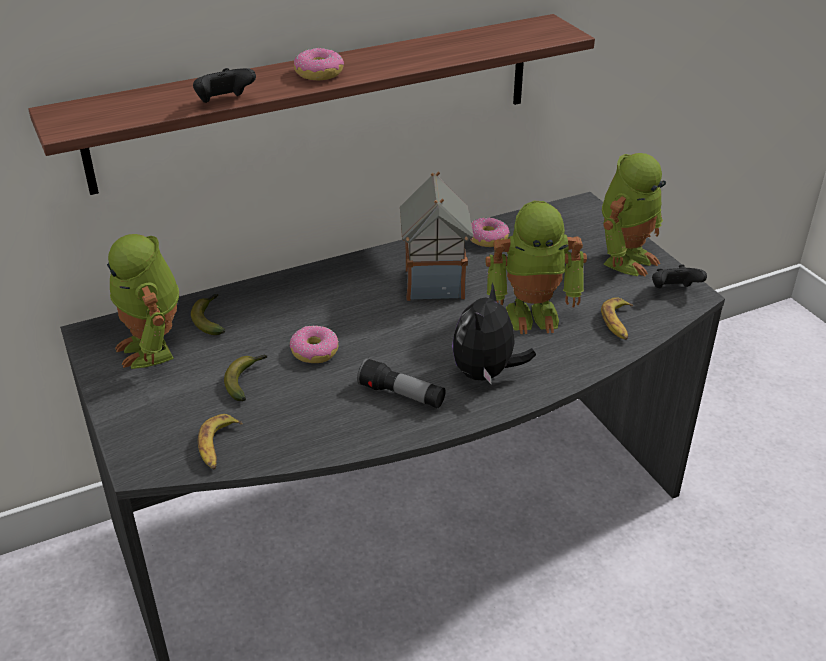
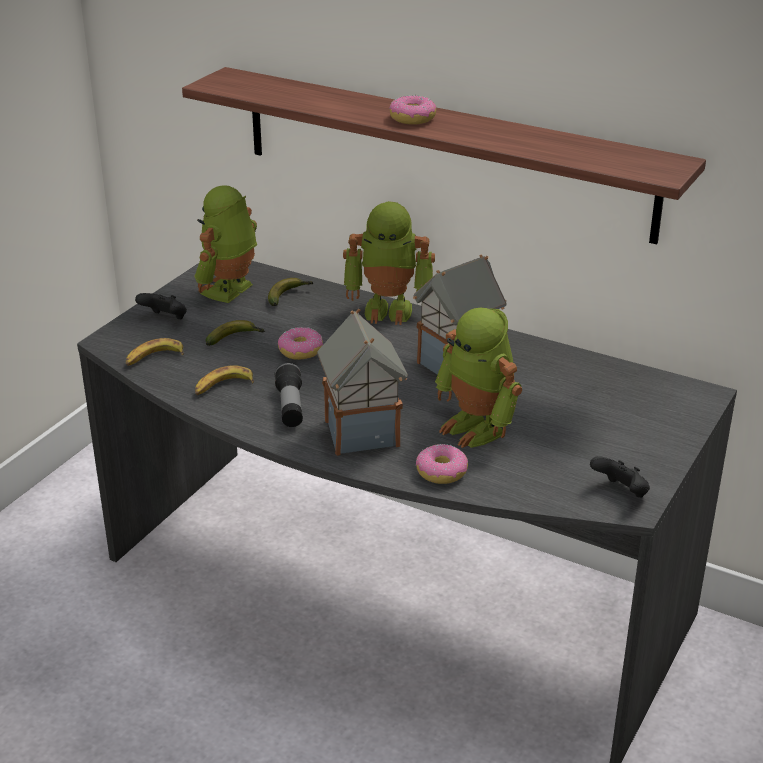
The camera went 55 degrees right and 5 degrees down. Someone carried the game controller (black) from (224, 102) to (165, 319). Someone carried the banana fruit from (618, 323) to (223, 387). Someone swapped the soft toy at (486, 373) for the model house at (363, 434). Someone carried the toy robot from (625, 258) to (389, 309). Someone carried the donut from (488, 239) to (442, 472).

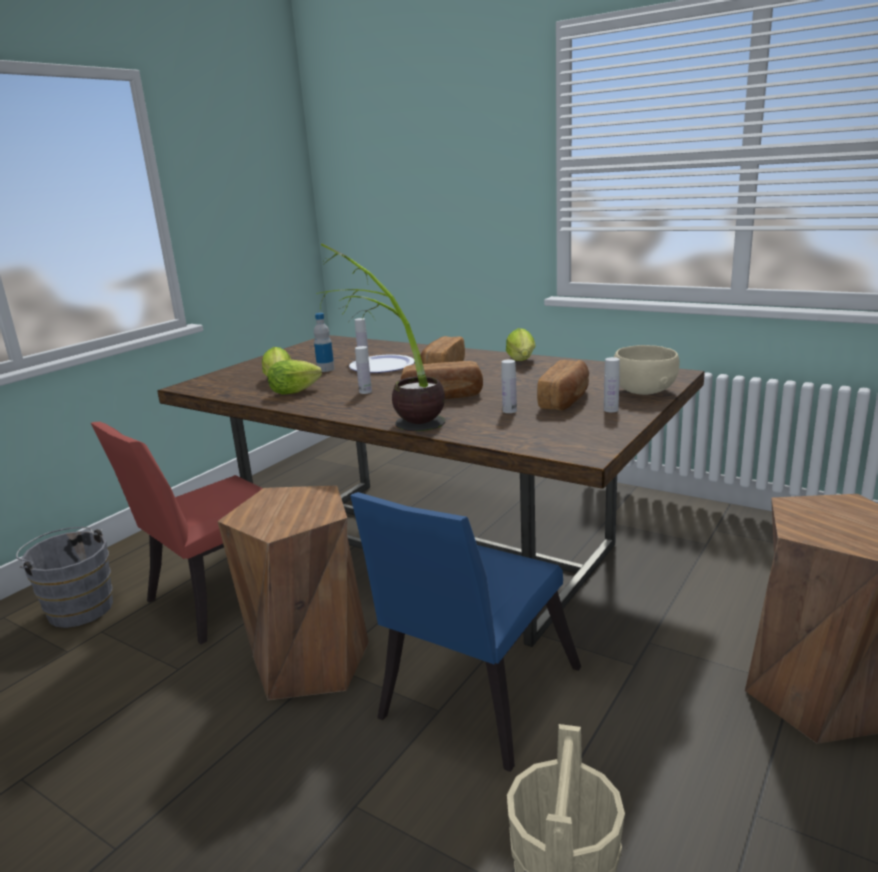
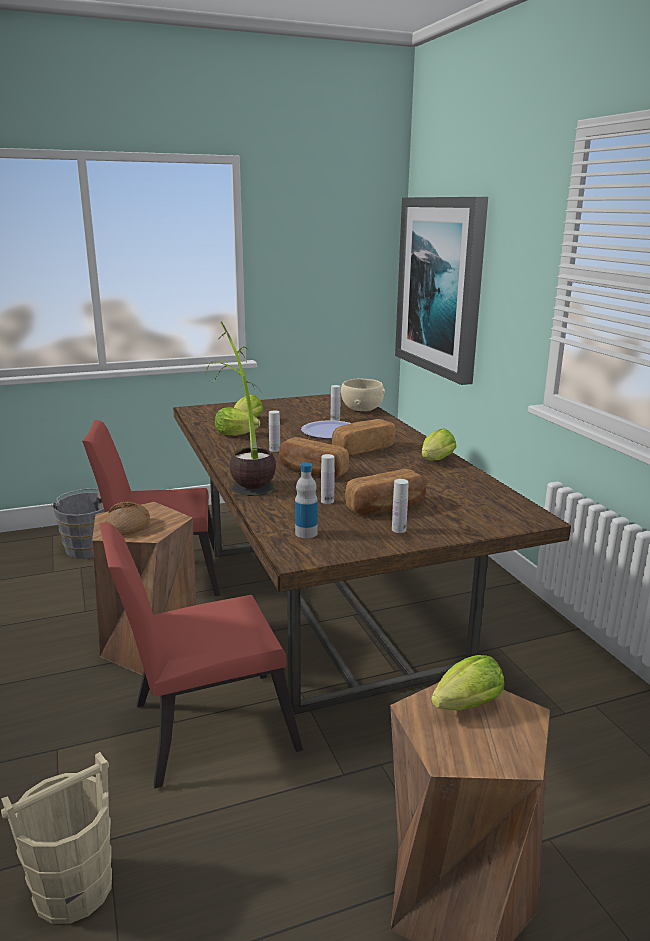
The camera went 35 degrees right and 0 degrees up. Someone repainted the plain chair (bluish) at (472, 699), which became the plain chair (red) at (203, 727). Someone put down the bakery bread at (128, 526). Someone carried the bottle from (326, 369) to (306, 533). Someone carried the bowl (beige) from (643, 391) to (361, 409). Someone put up the wall picture at (441, 286). Someone put down the head of lettuce at (463, 707).

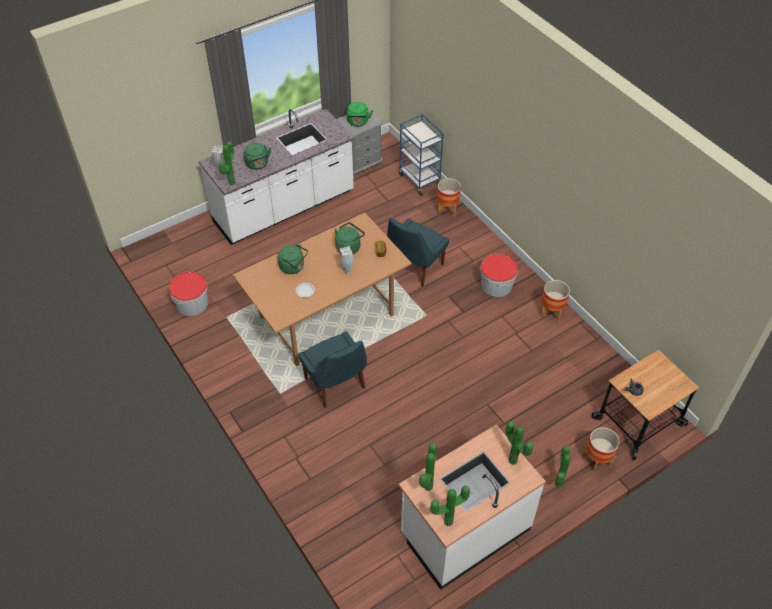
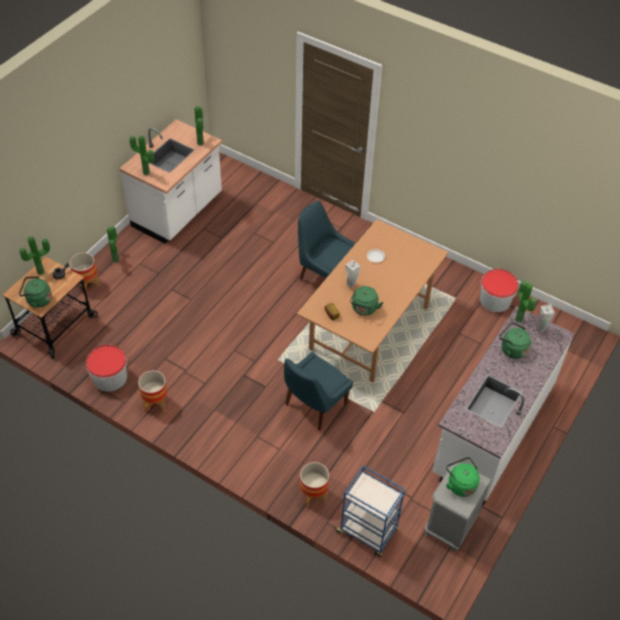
The camera went 155 degrees right and 0 degrees up. Someone carried the water kettle (green) from (293, 267) to (37, 300). Someone carried the plant in a pot from (447, 520) to (41, 272). Someone carried the pail from (496, 285) to (110, 377). Someone rotated the plain chair (bluish) at (414, 268) by 150 degrees counterclockwise.

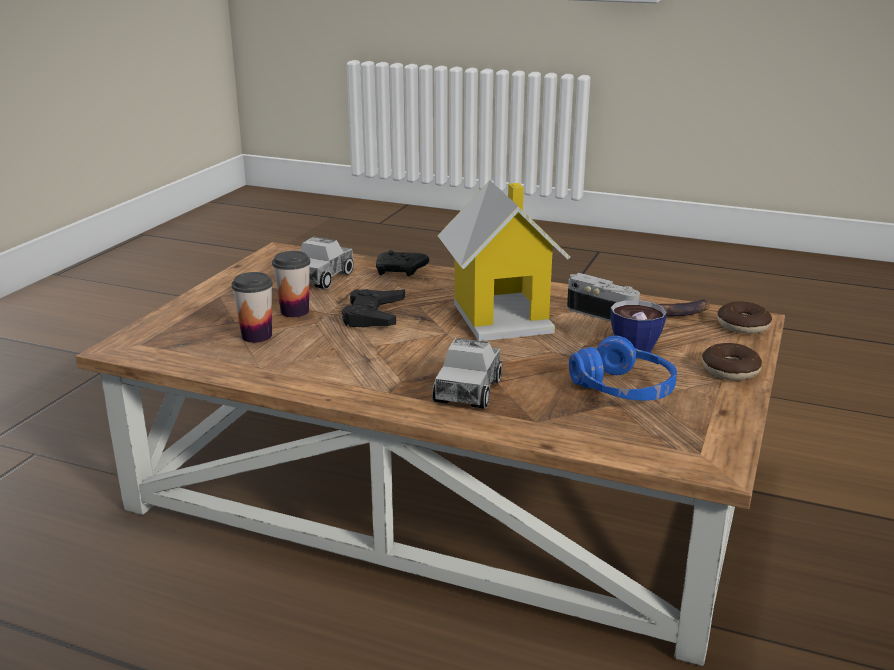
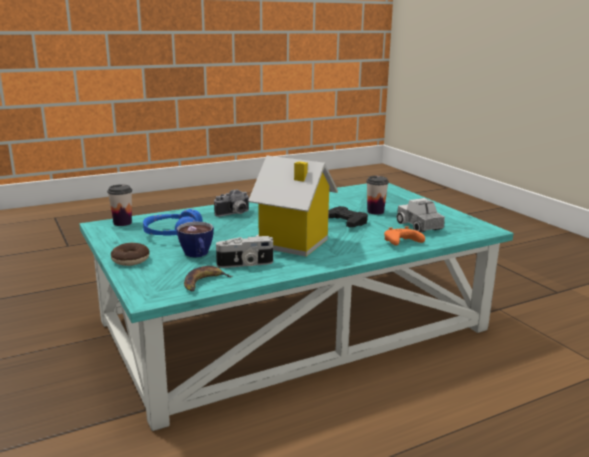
The camera went 130 degrees right and 5 degrees down. Someone repainted the lounge table (brown-coloured) at (442, 488), which became the lounge table (blue-green) at (294, 324). Someone carried the drinking cup from (257, 336) to (122, 223). Someone swapped the model truck at (468, 390) for the still camera at (234, 214). Someone repainted the game controller (black) at (401, 272), which became the game controller (orange) at (401, 243). Someone took away the donut at (742, 326).

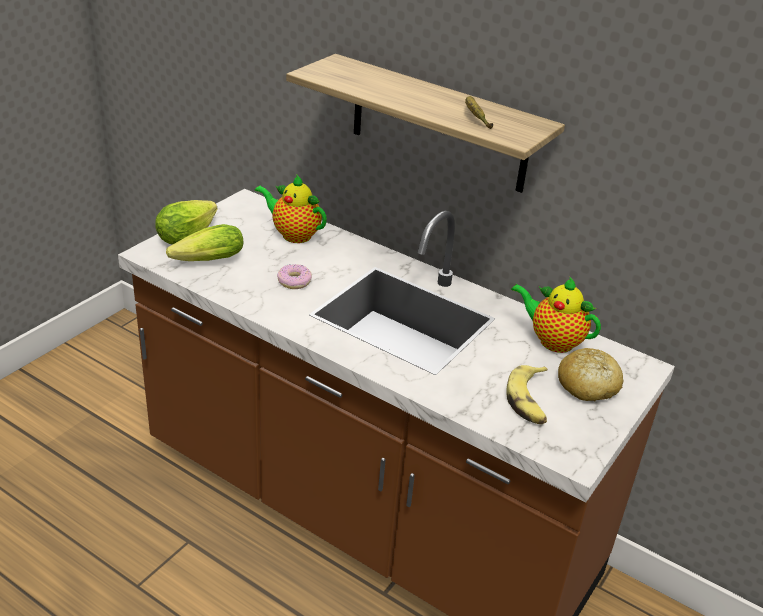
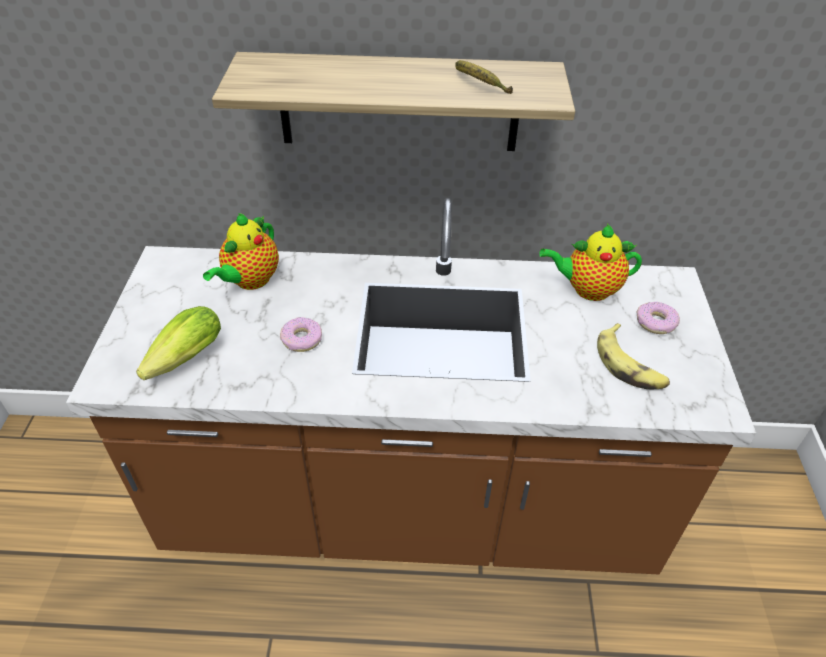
The camera went 30 degrees left and 10 degrees up. Someone rotated the pot for tea at (293, 234) by 60 degrees counterclockwise. Someone swapped the bakery bread at (587, 385) for the donut at (656, 323). Someone took away the head of lettuce at (190, 234).

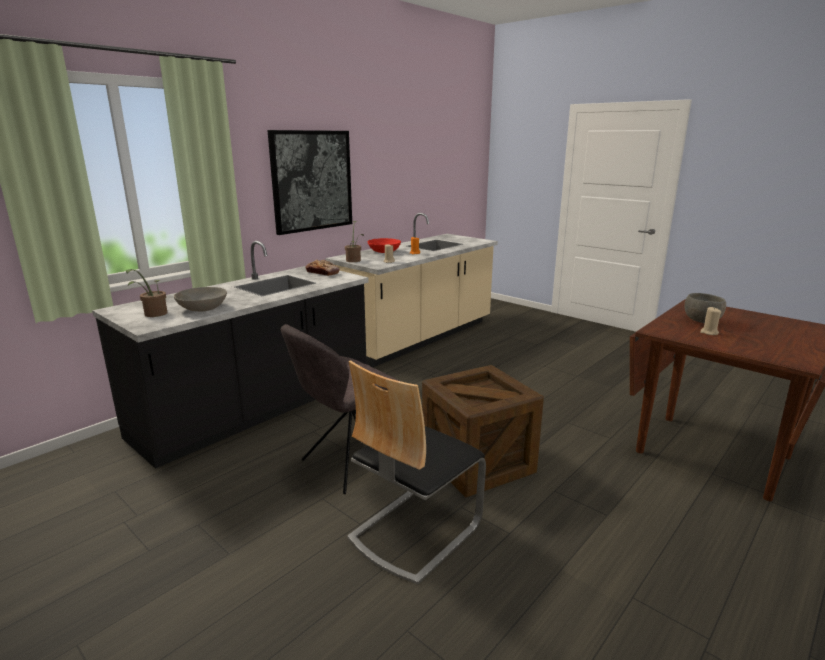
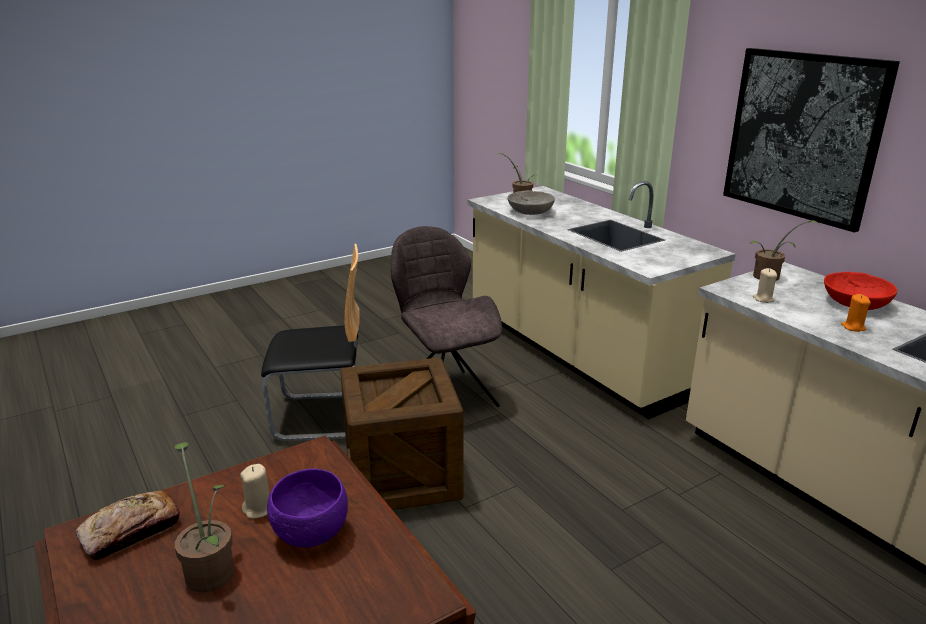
The camera went 105 degrees right and 5 degrees up. Someone carried the bakery bread from (322, 272) to (131, 532). Someone put down the plant in a pot at (210, 568). Someone rotated the plain chair at (414, 531) by 120 degrees clockwise. Someone repainted the bowl (gray) at (702, 321), which became the bowl (purple-coloured) at (310, 534). Someone repainted the kitchen base unit (black) at (257, 409), which became the kitchen base unit (beige) at (577, 352).

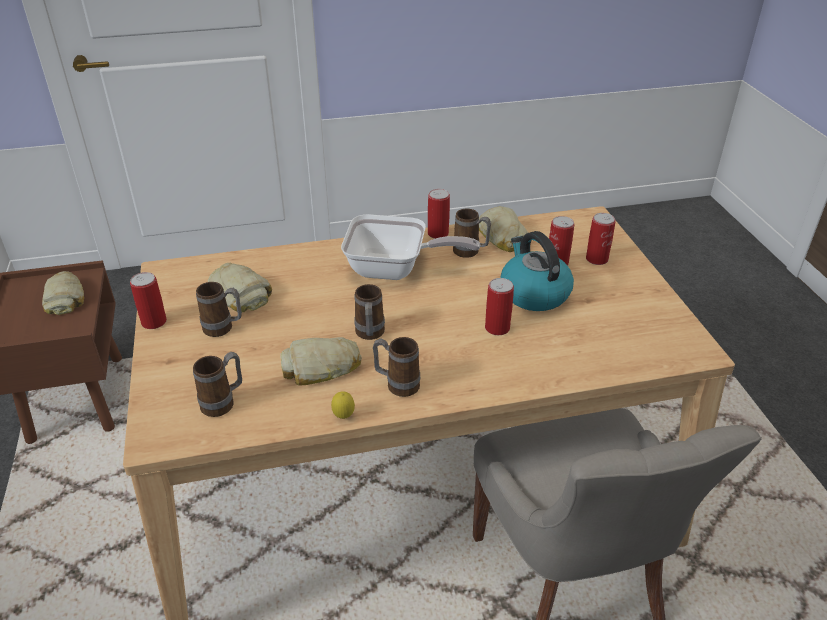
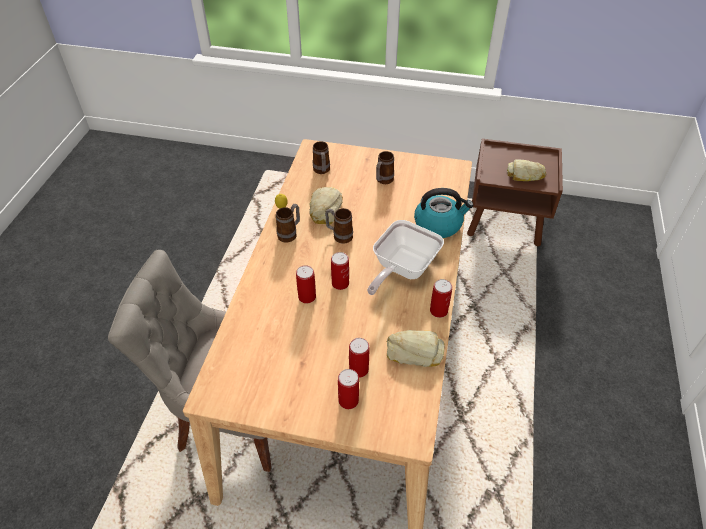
The camera went 115 degrees right and 10 degrees up. Someone carried the metal can from (154, 322) to (340, 283). Someone carried the water kettle from (533, 293) to (439, 224). Someone took away the bakery bread at (241, 293). Someone took away the tea mug at (470, 252).

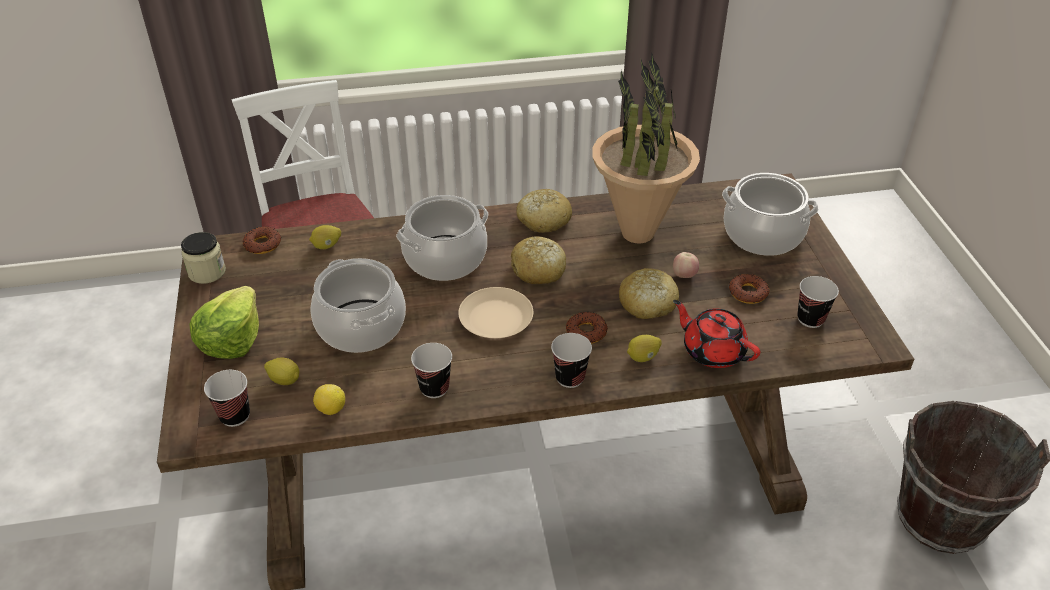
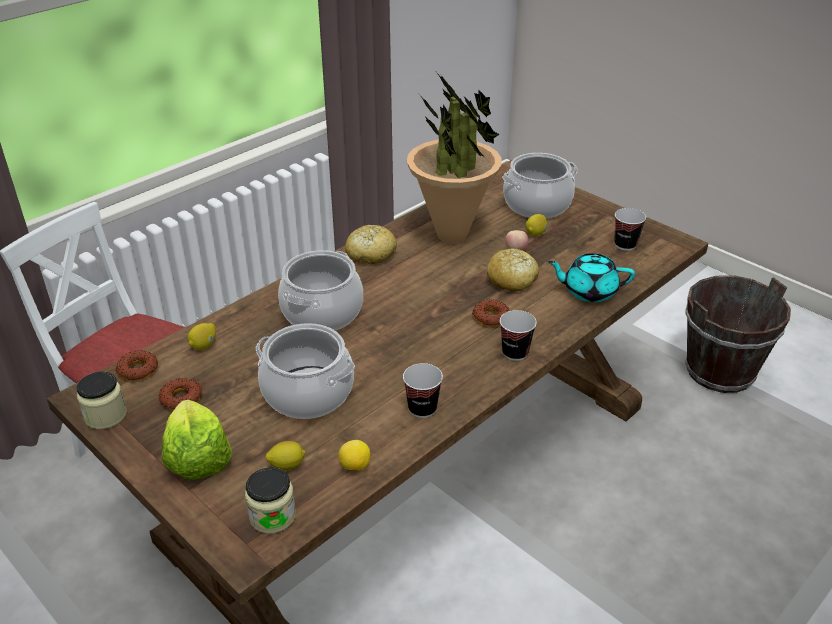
The camera went 35 degrees left and 5 degrees down. Someone carried the donut from (748, 293) to (181, 398). Someone swapped the drinking cup at (235, 416) for the jar at (272, 516). Someone carried the whole lemon from (643, 357) to (536, 233). Someone repainted the pot for tea (red) at (712, 351), which became the pot for tea (blue-green) at (589, 291). Someone took away the flat dish (beige) at (495, 319). Someone took away the bakery bread at (538, 270).

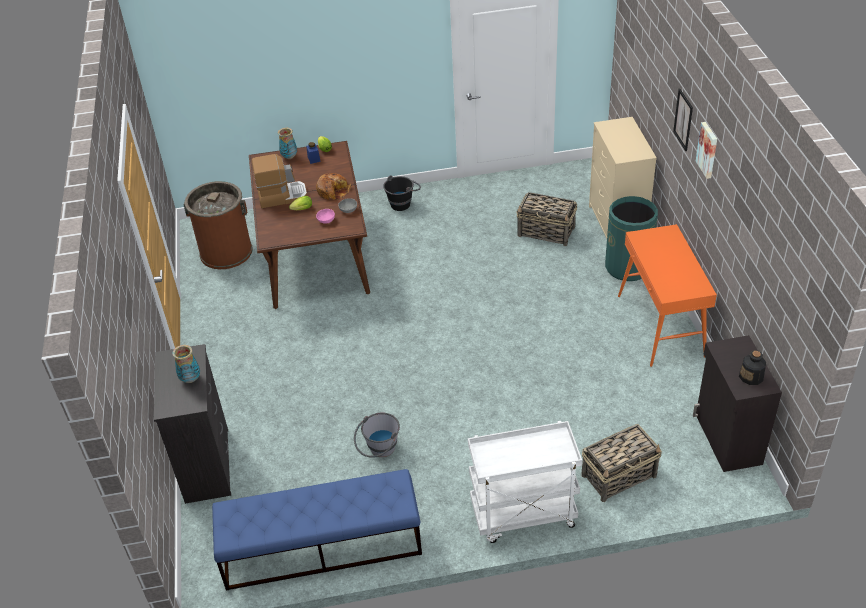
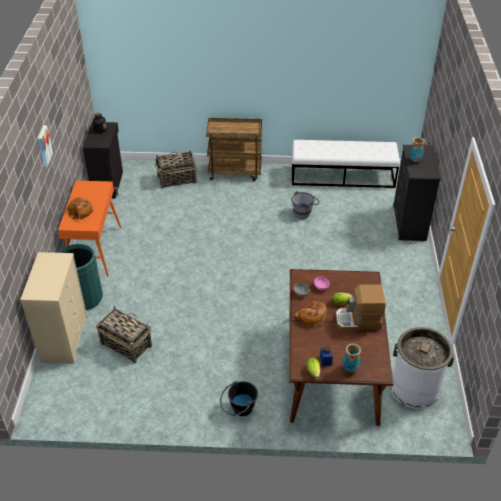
The camera went 170 degrees left and 0 degrees up. Someone put down the bakery bread at (80, 212). Someone repainted the trolley (whitish) at (523, 516), which became the trolley (brown-coloured) at (235, 172). Someone repainted the bench (bluish) at (321, 547), which became the bench (whitish) at (343, 177). Someone repainted the rubbish bin (brown-coloured) at (226, 252), which became the rubbish bin (whitish) at (415, 388). Someone took away the wall picture at (683, 120).

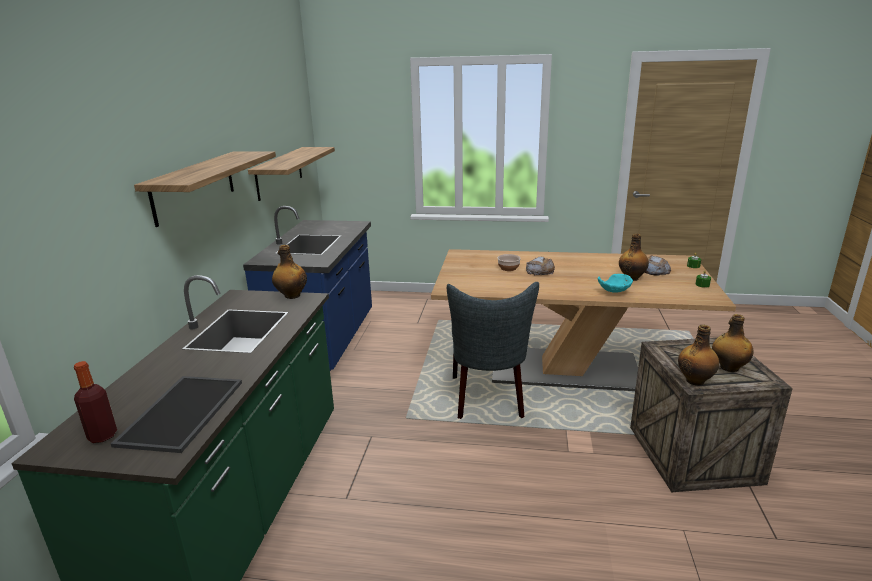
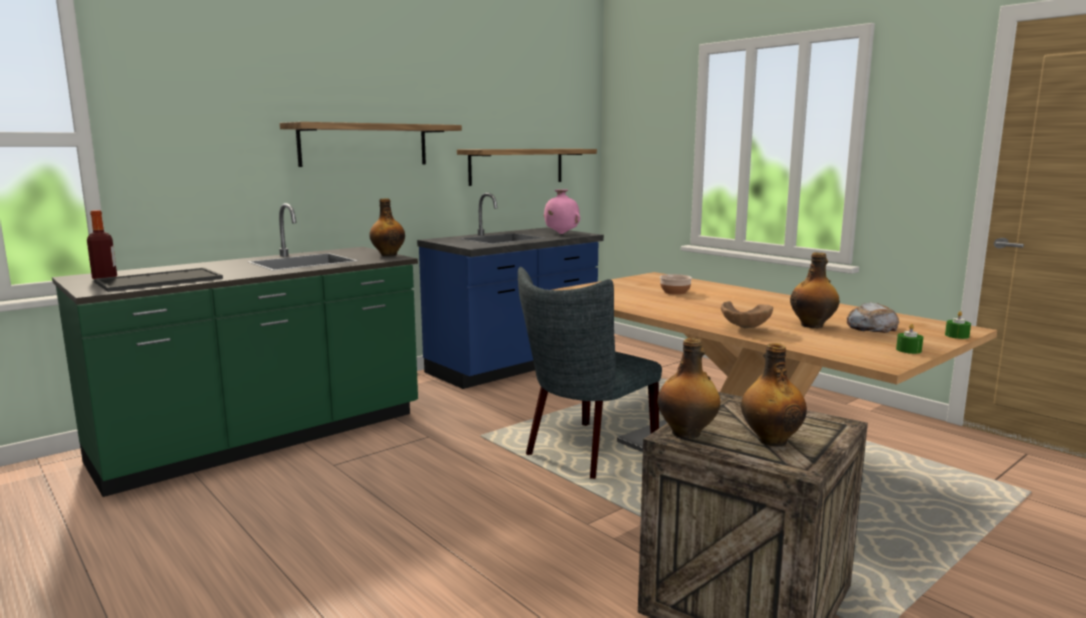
The camera went 40 degrees right and 10 degrees down. Someone put down the flower vase (pink-coloured) at (561, 234). Someone repainted the bowl (blue-green) at (614, 293), which became the bowl (brown-coloured) at (744, 329). Someone took away the bakery bread at (540, 271).

